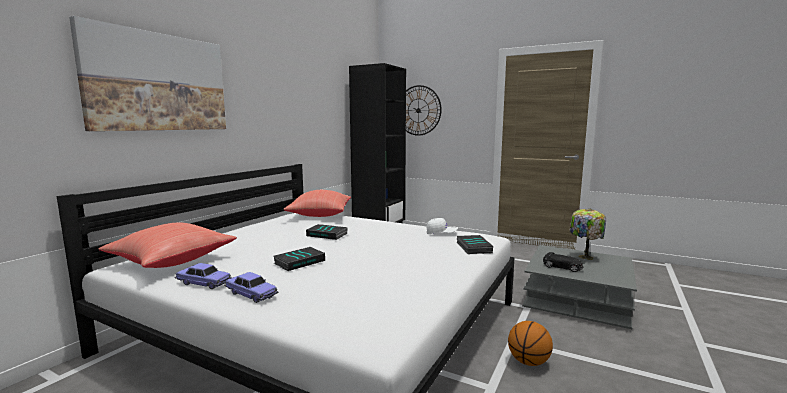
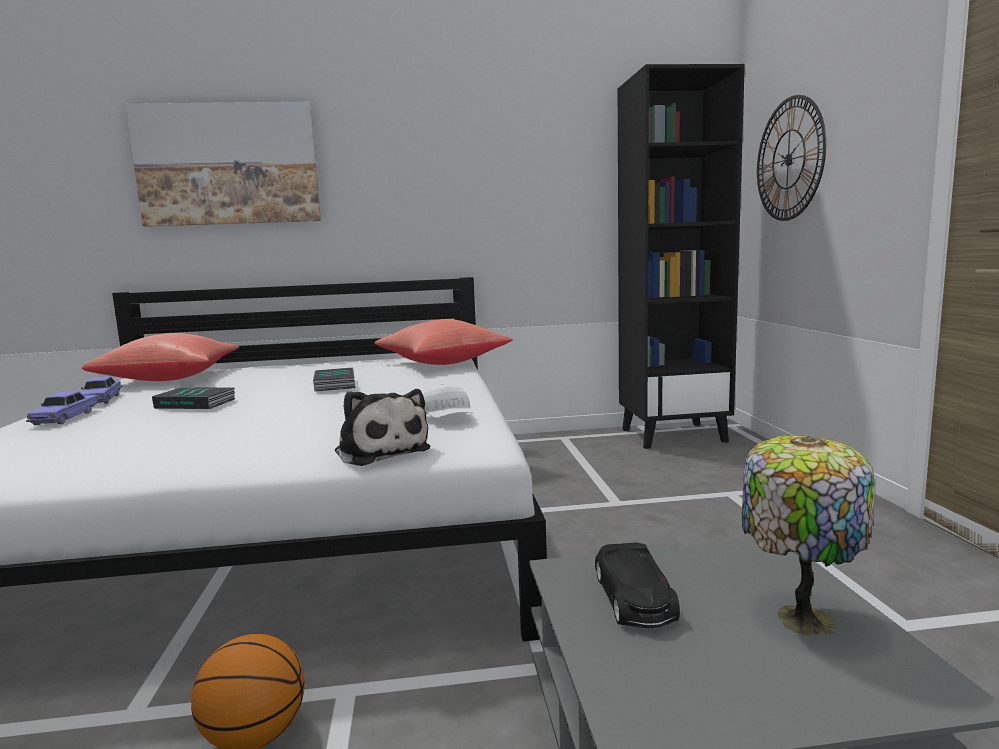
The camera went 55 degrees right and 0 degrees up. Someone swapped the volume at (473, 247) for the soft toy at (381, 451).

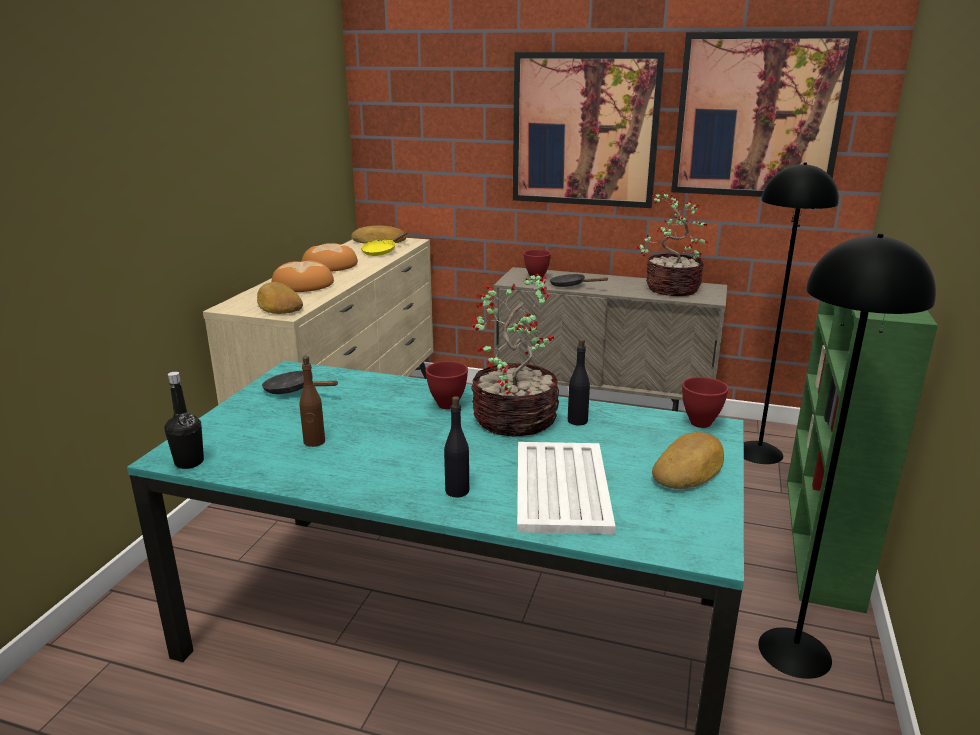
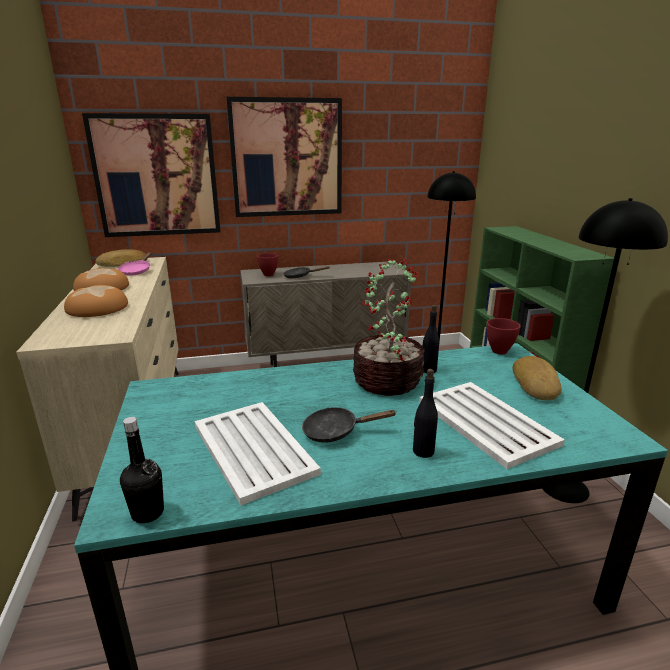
The camera went 30 degrees left and 0 degrees up. Someone carried the wall picture from (758, 116) to (156, 176). Someone repainted the skillet (yellow-coloured) at (381, 252), which became the skillet (pink-coloured) at (137, 271). Someone swapped the bottle (brown-coloured) at (314, 442) for the carrying tray (whitish) at (253, 448). Someone carried the skillet (black) from (294, 390) to (336, 431). Someone took away the bakery bread at (278, 306). Someone took away the bowl (red) at (448, 404). Someone took away the plant in a pot at (670, 289).

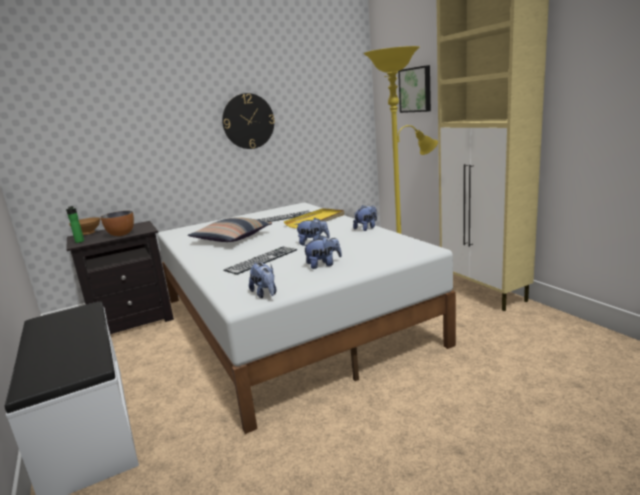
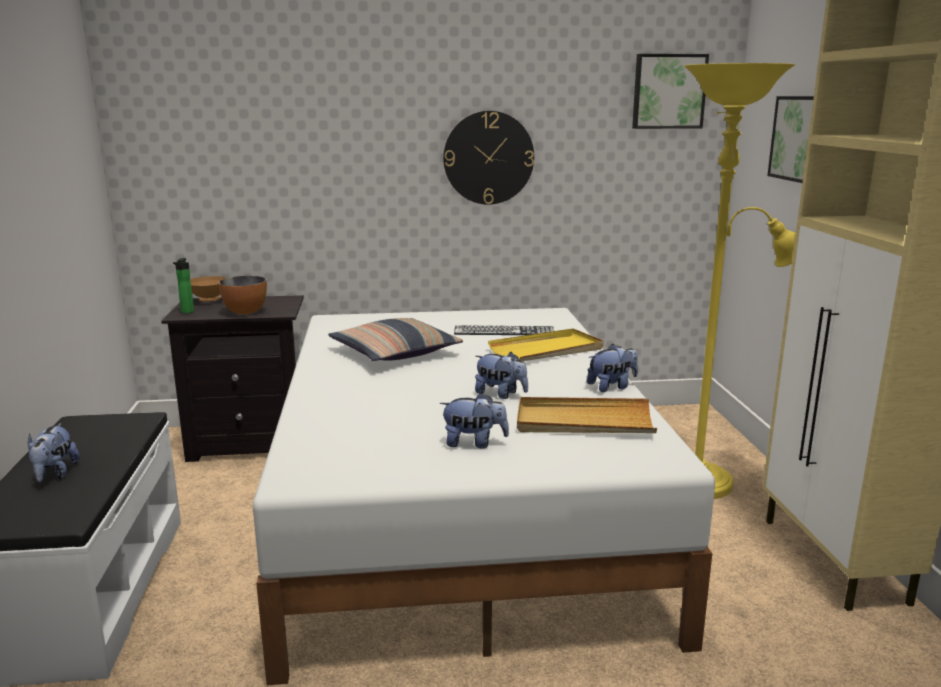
The camera went 20 degrees right and 0 degrees up. Someone carried the soft toy from (265, 294) to (54, 474). Someone put down the carrying tray (beige) at (584, 421). Someone put up the wall picture at (668, 91). Someone took away the computer keyboard at (261, 260).

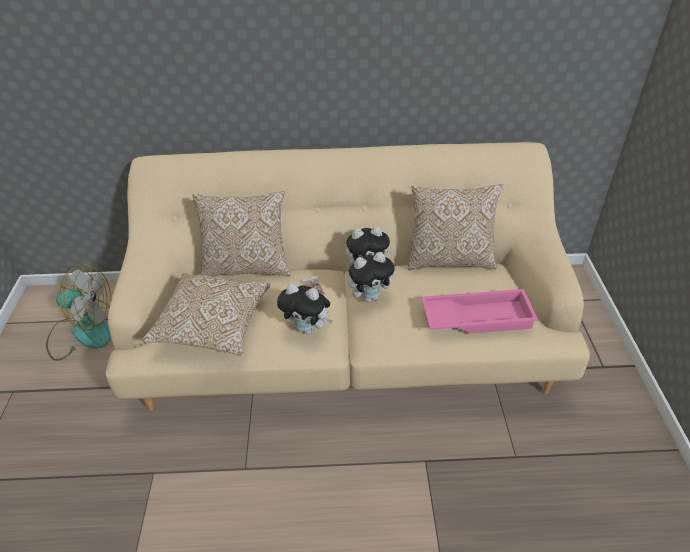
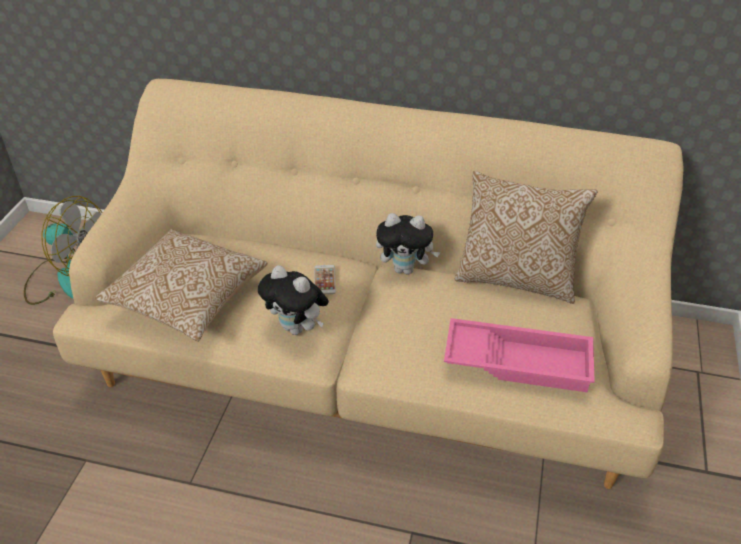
The camera went 15 degrees right and 0 degrees up. Someone took away the cushion at (247, 267). Someone took away the soft toy at (370, 297).

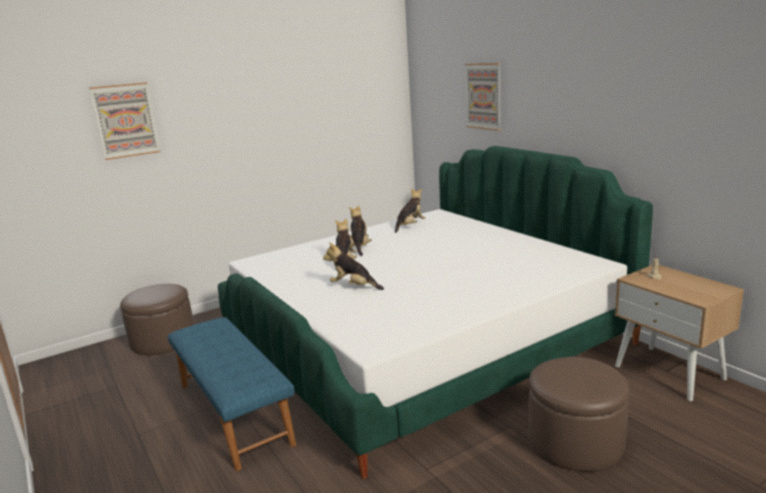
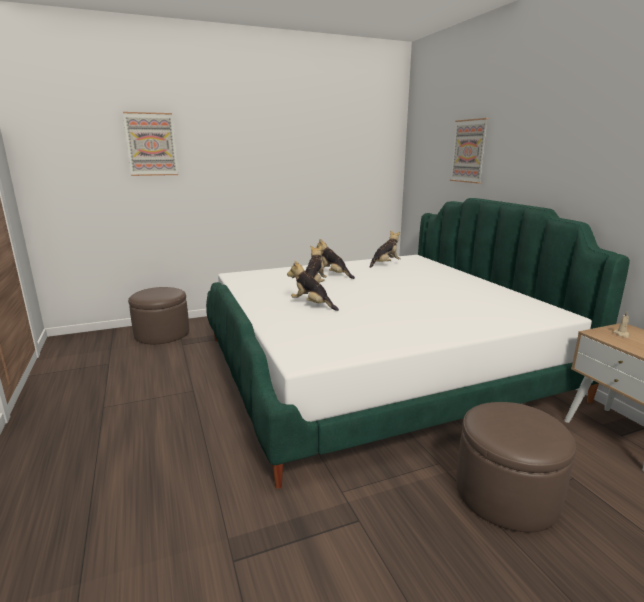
The camera went 10 degrees right and 0 degrees up. Someone rotated the soft toy at (360, 247) by 60 degrees counterclockwise. Someone took away the bench (bluish) at (235, 412).

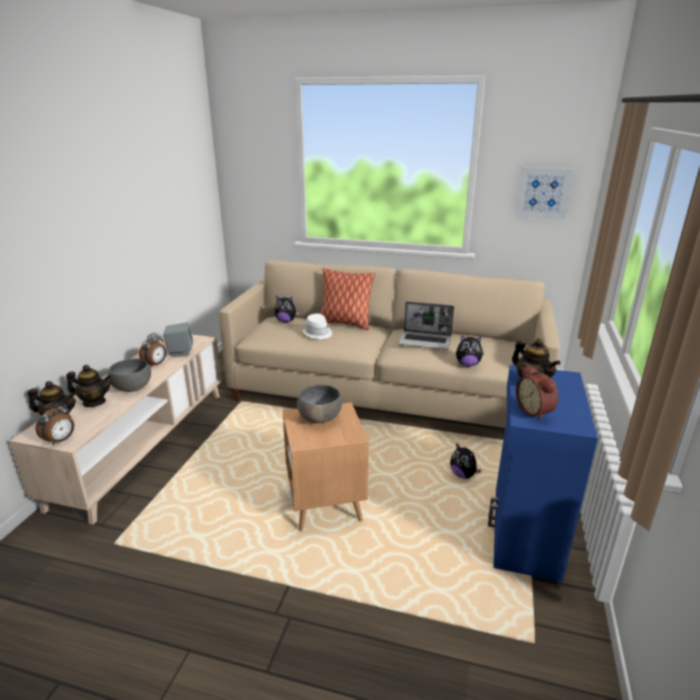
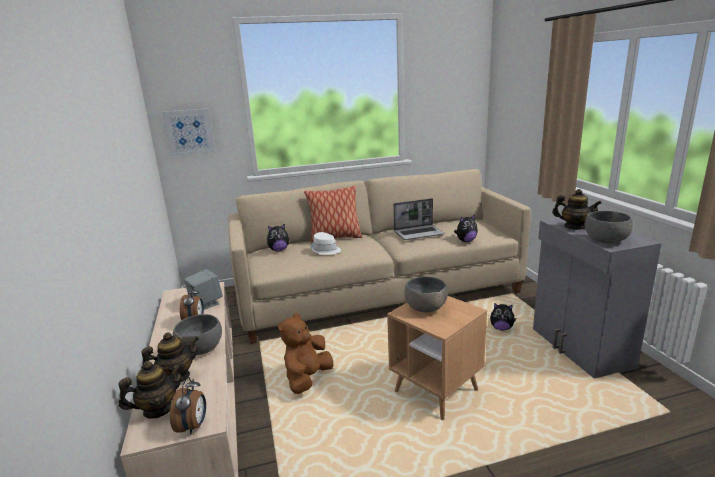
The camera went 30 degrees left and 5 degrees down. Someone carried the wall picture from (543, 192) to (189, 132). Someone put down the soft toy (brown-coloured) at (307, 378). Someone repainted the cupboard (bluish) at (523, 532), which became the cupboard (gray) at (580, 348). Someone swapped the bedside clock at (535, 411) for the bowl (gray) at (606, 240).

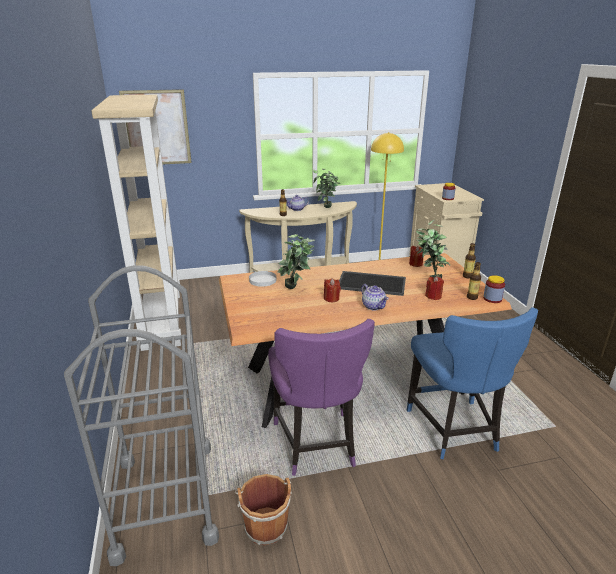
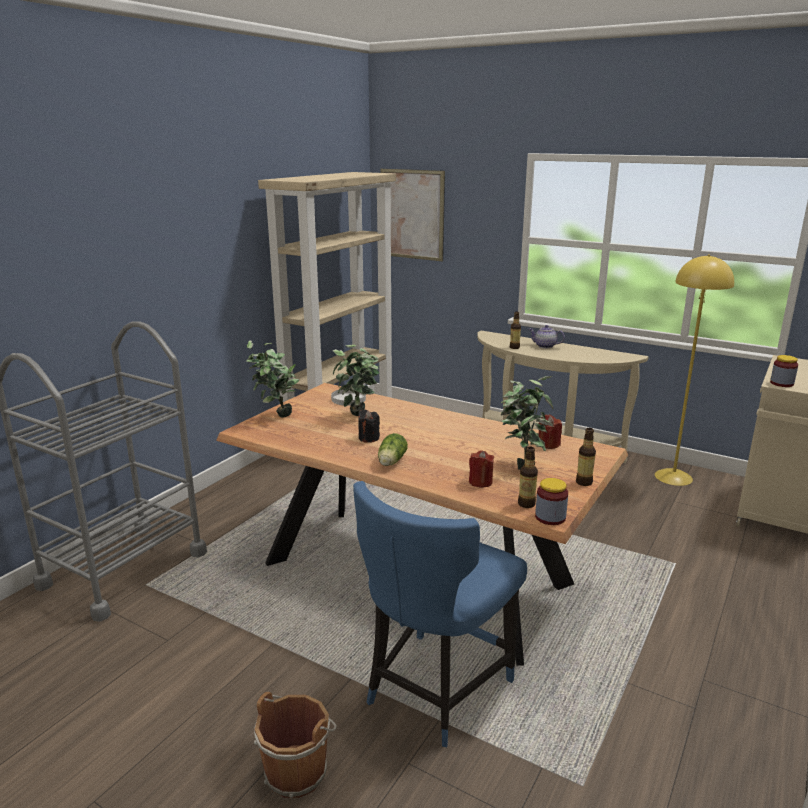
The camera went 45 degrees right and 5 degrees down. Someone carried the plant in a pot from (326, 208) to (275, 417). Someone carried the pail (brown-coloured) from (265, 524) to (297, 769). Someone repainted the candle (red) at (331, 298), which became the candle (black) at (368, 438). Someone swapped the pot for tea at (374, 306) for the head of lettuce at (391, 462). Someone took away the plain chair (purple-coloured) at (316, 444). Someone took away the carrying tray at (372, 283).

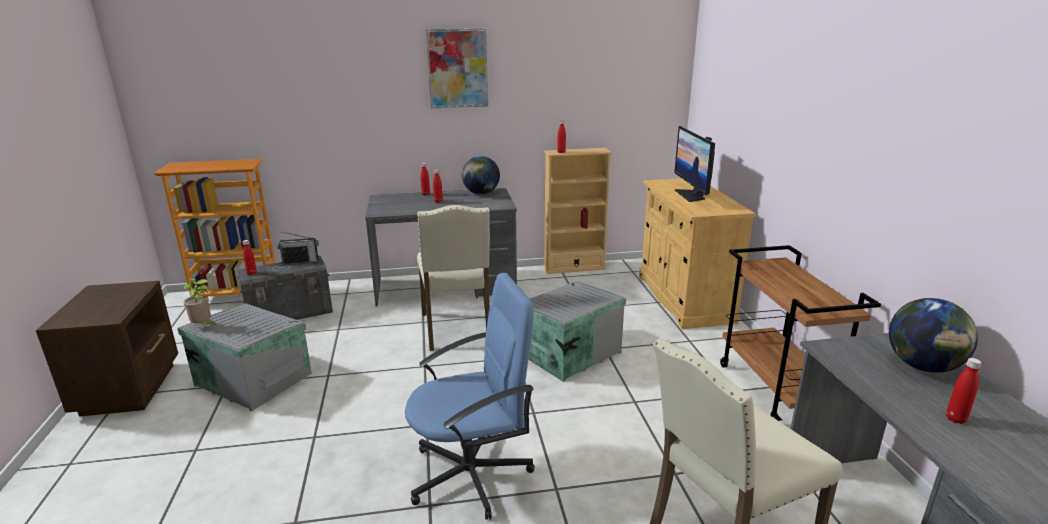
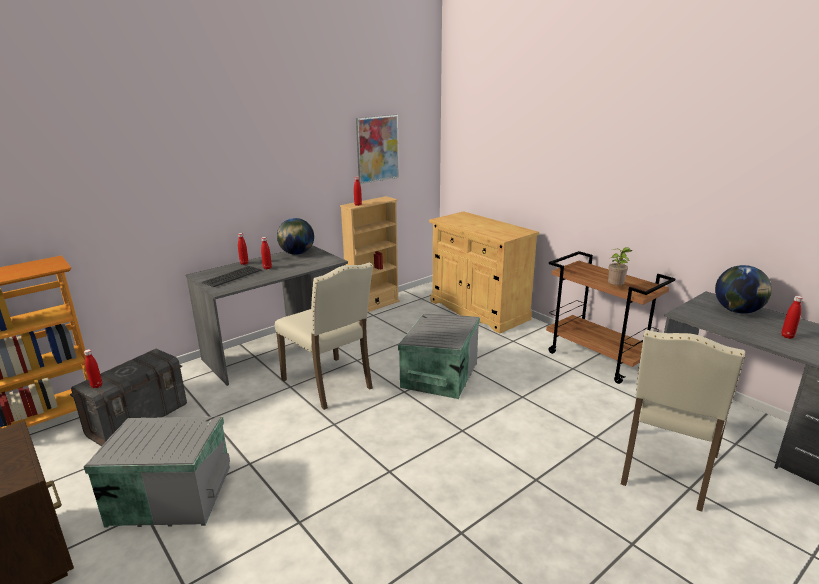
The camera went 30 degrees left and 0 degrees up. Someone put down the computer keyboard at (232, 276). Someone carried the wall picture from (457, 68) to (377, 149). Someone carried the plant in a pot from (203, 326) to (616, 288). Someone took away the radio set at (301, 262). Someone took away the desk chair (bluish) at (472, 474). Someone took away the monitor at (691, 195).

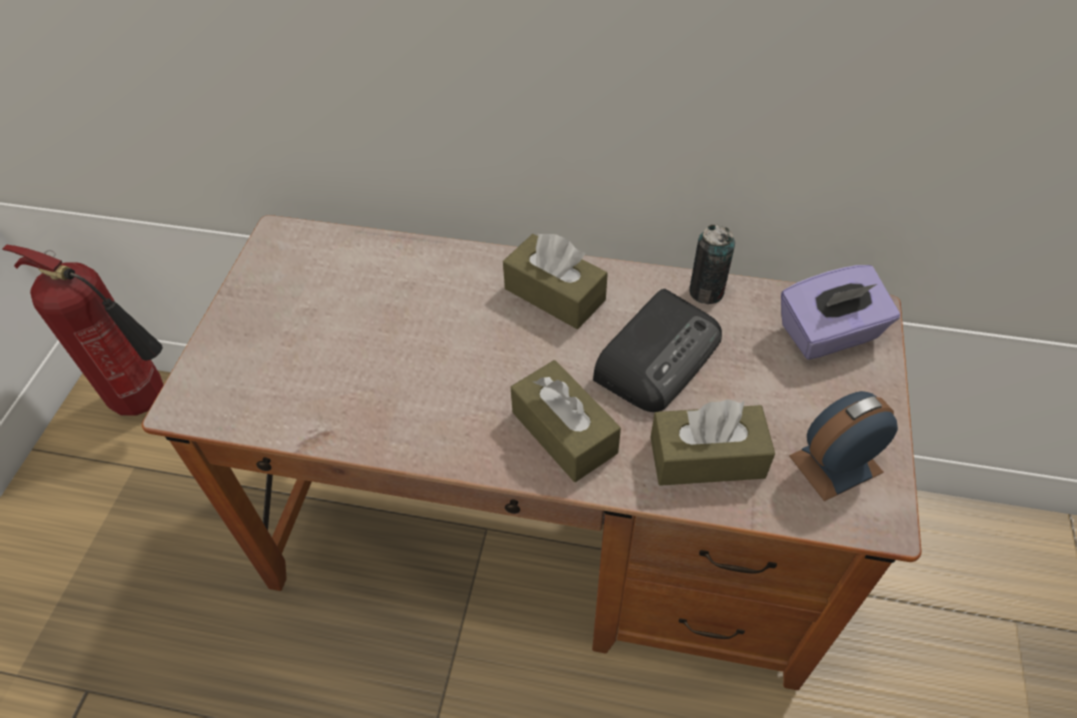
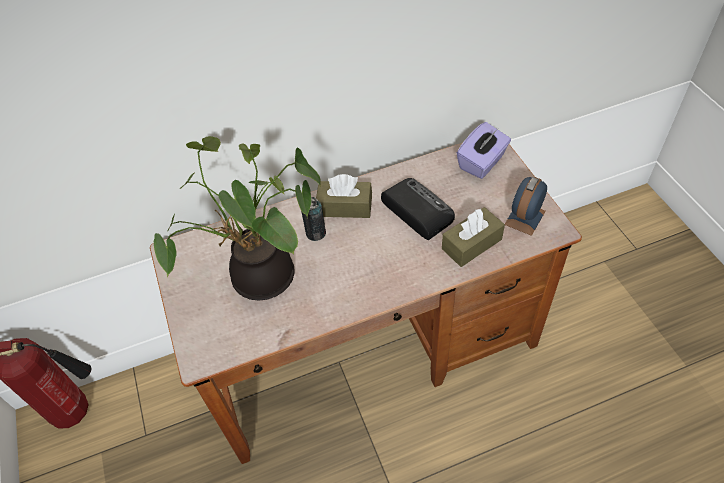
The camera went 30 degrees left and 0 degrees up. Someone put down the plant in a pot at (261, 282). Someone carried the metal can from (706, 292) to (316, 233). Someone rotated the radio set at (658, 355) by 45 degrees counterclockwise. Someone took away the box of tissues (brown-coloured) at (564, 432).

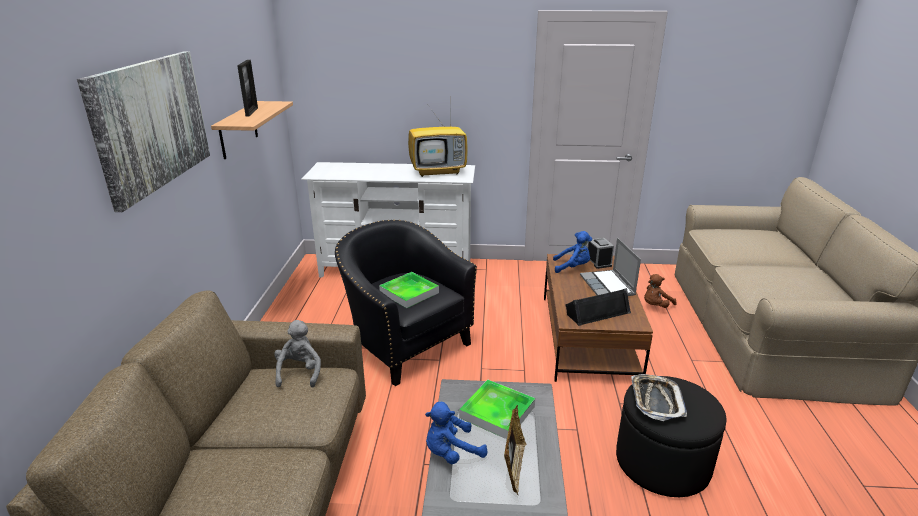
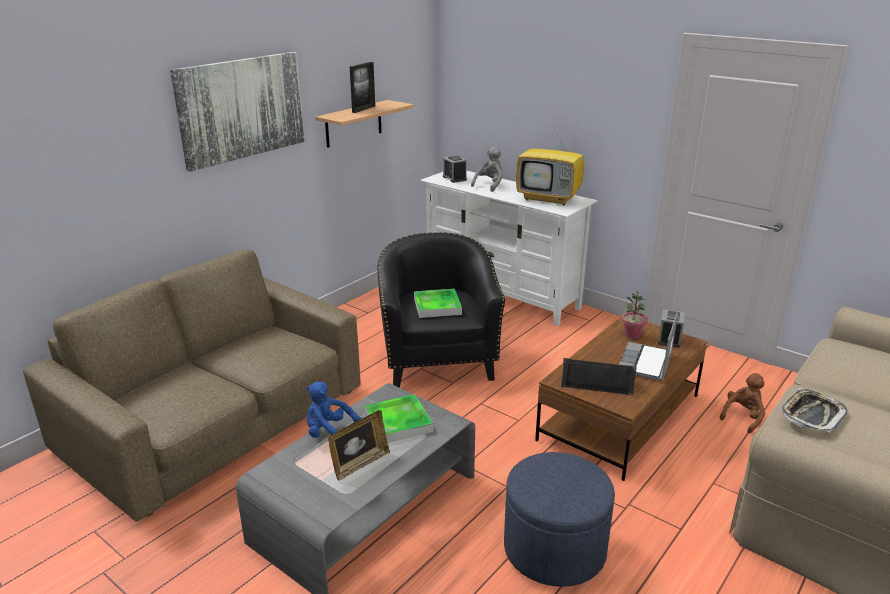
The camera went 35 degrees right and 0 degrees up. Someone put down the bedside clock at (454, 178). Someone carried the soft toy (gray) from (300, 372) to (489, 185). Someone repainted the pouffe (black) at (662, 463), which became the pouffe (bluish) at (554, 549). Someone swapped the soft toy (bluish) at (572, 267) for the plant in a pot at (632, 335). Someone rotated the soft toy (brown-coloured) at (655, 306) by 135 degrees clockwise. Someone carried the carrying tray from (656, 400) to (812, 414).

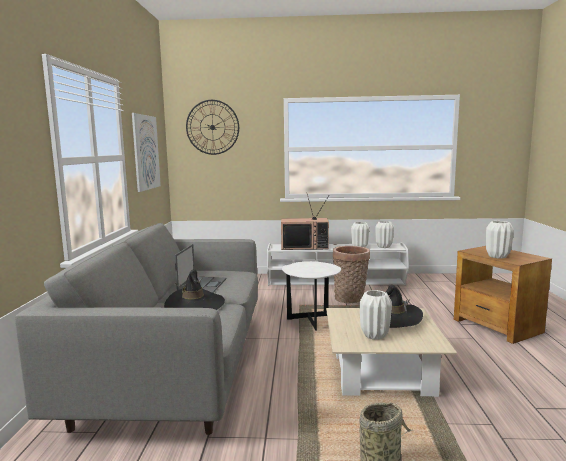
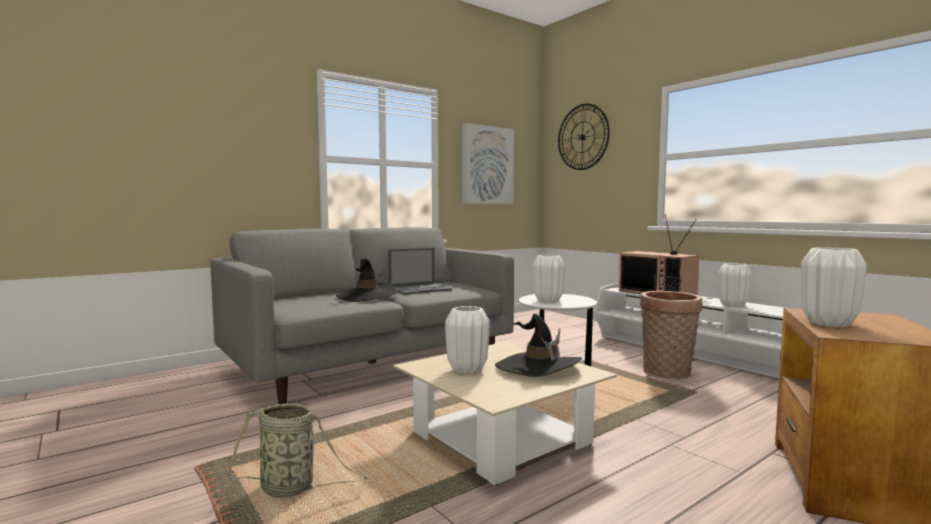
The camera went 50 degrees right and 5 degrees down. Someone carried the flower vase (whitish) from (383, 247) to (547, 301).

